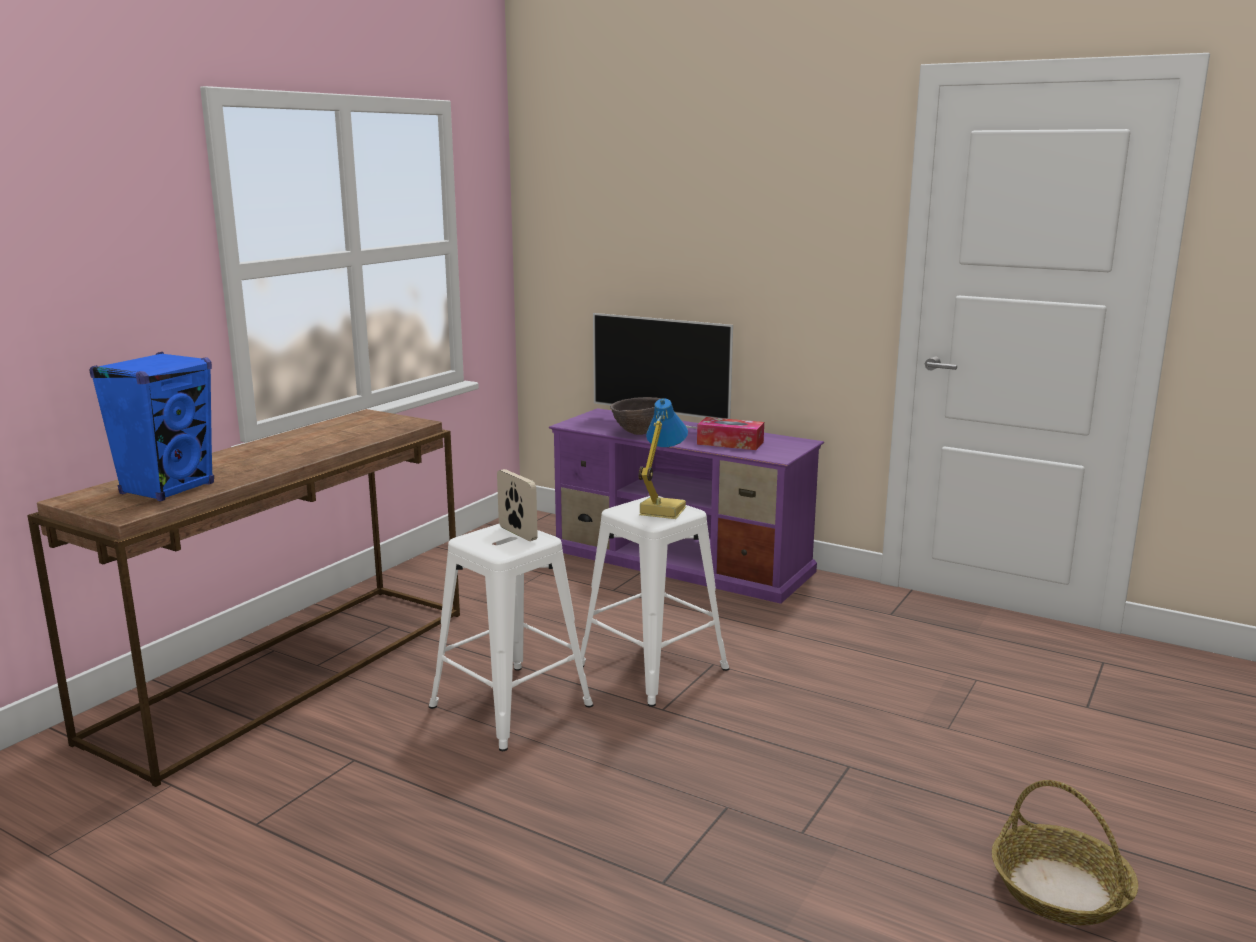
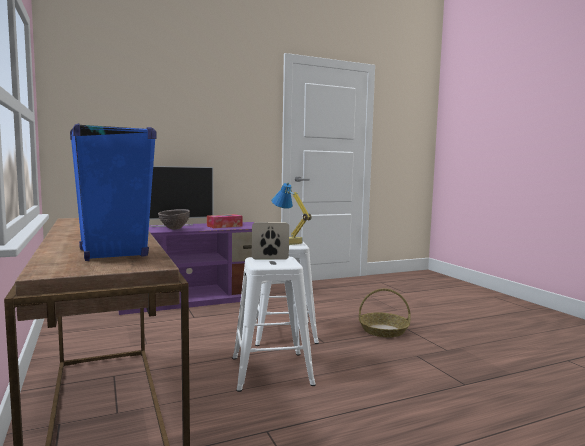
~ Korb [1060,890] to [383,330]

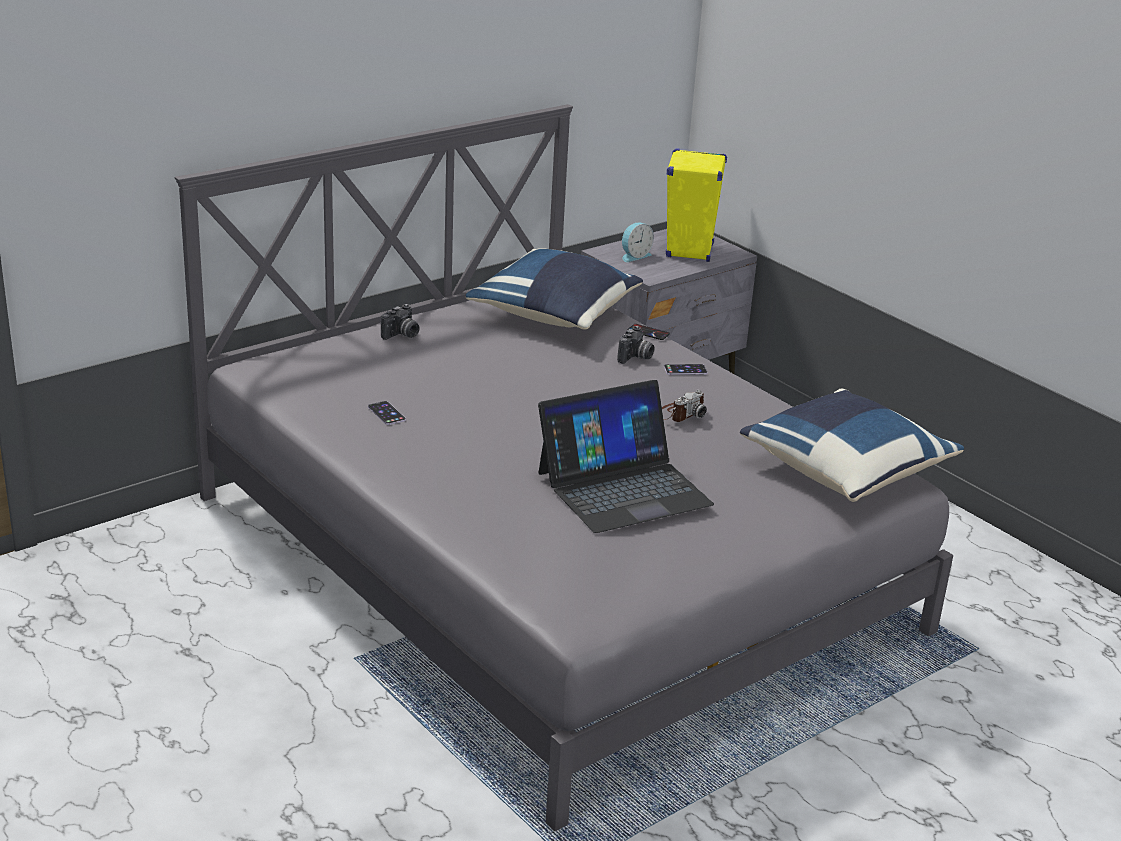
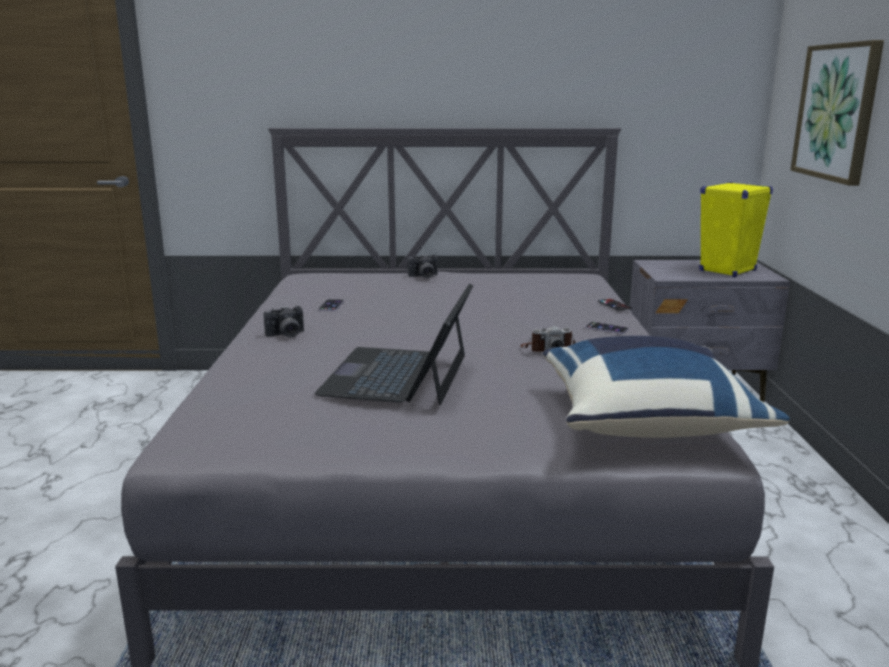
~ Kamera [636,358] to [286,335]
~ Laptop [623,488] = [398,374] 90 degrees clockwise
+ Bild [837,112]
- Kissen (blau) [555,315]
- Wecker [634,256]

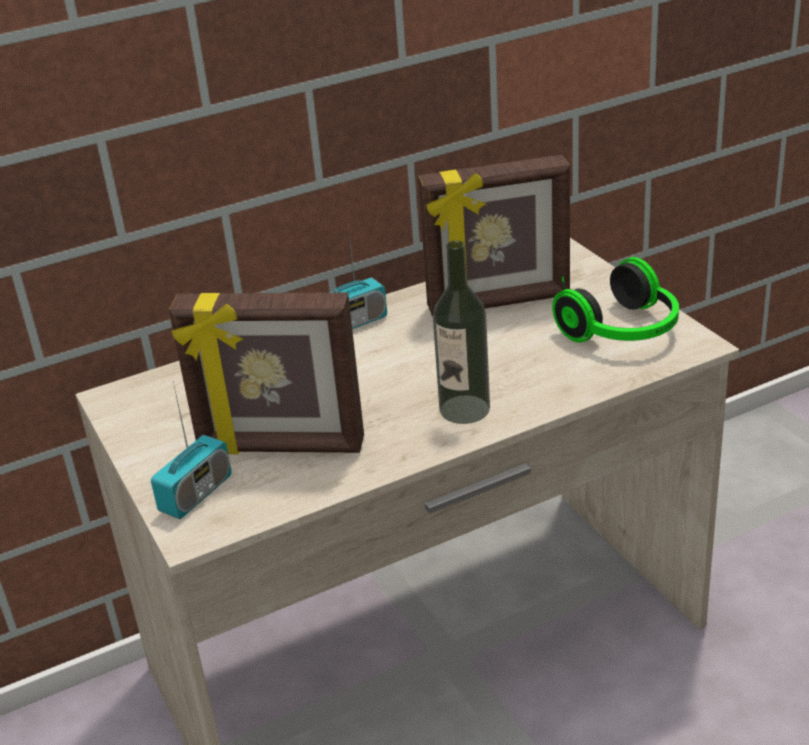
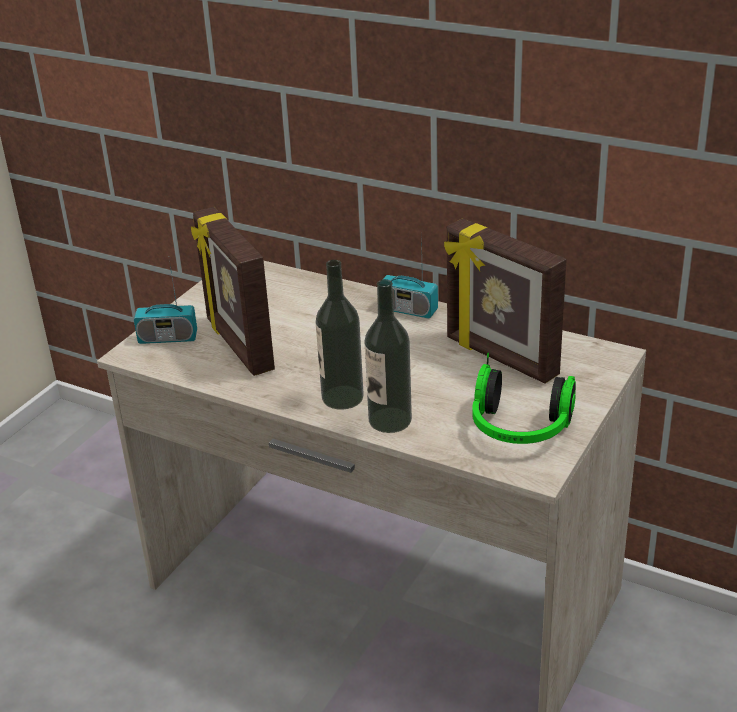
+ Flasche [390,420]

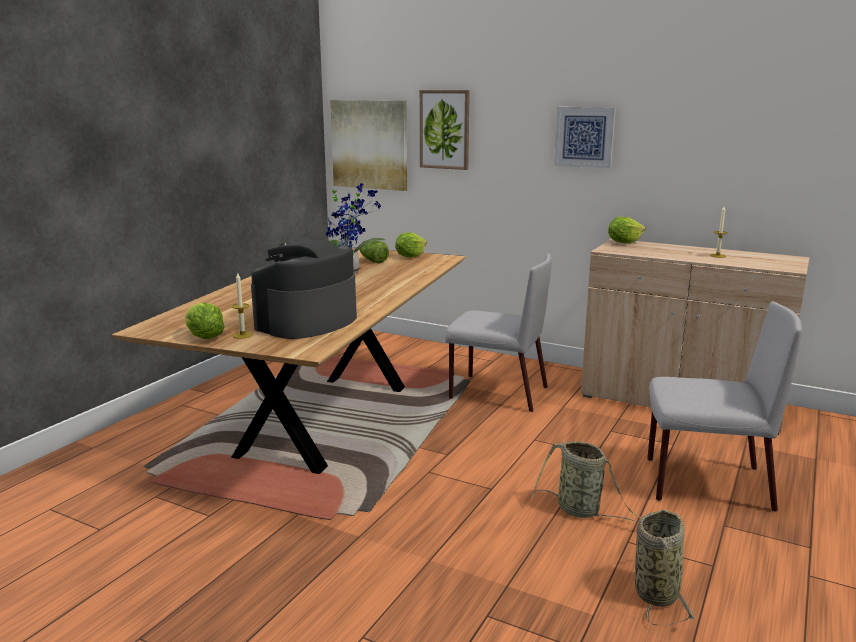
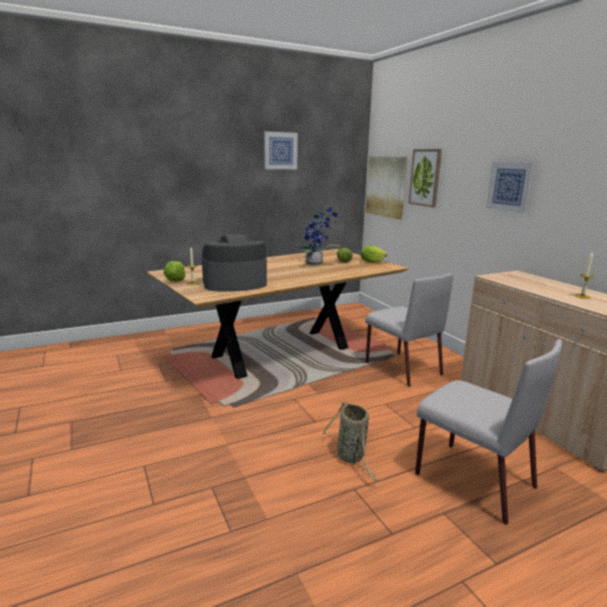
+ Bild [280,150]
- Salatkopf [624,242]
- Korb [656,591]

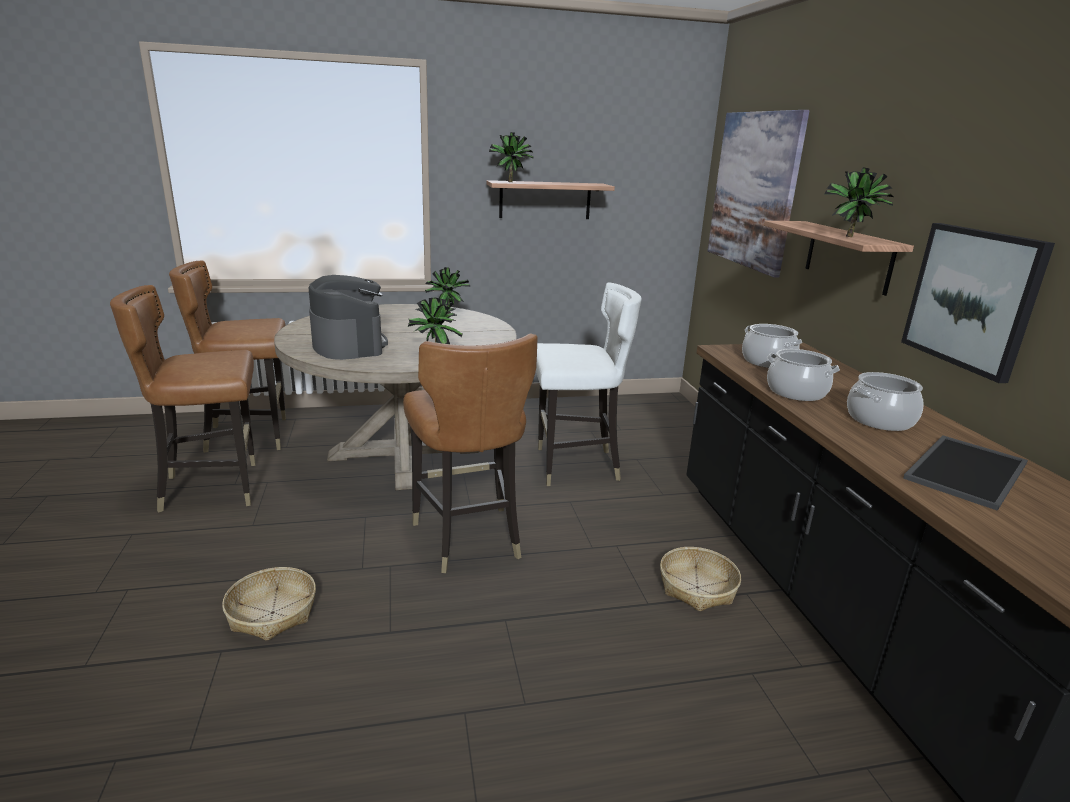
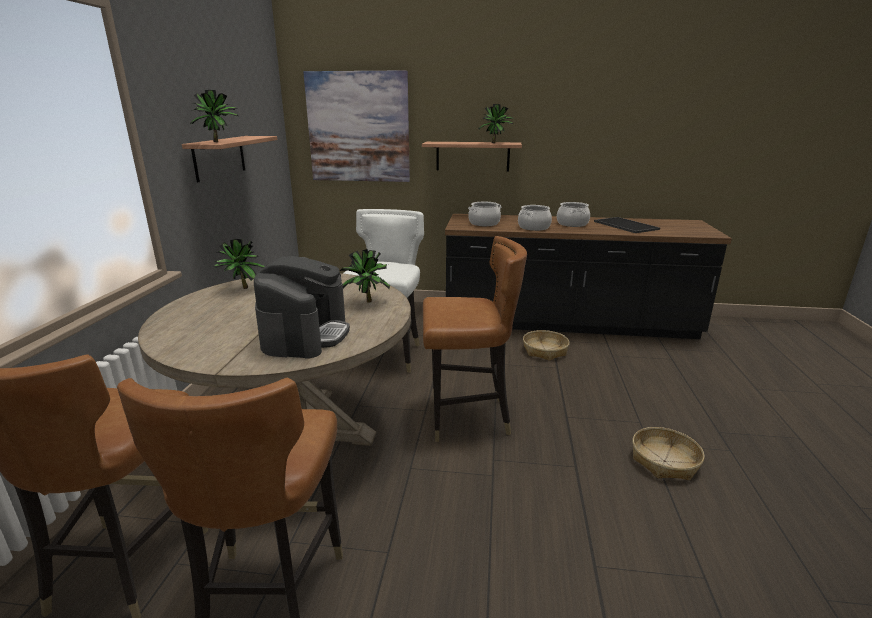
~ Kaffeemaschine [348,345] = [306,335] 105 degrees clockwise
~ Korb [272,613] to [664,461]
- Bild [972,298]

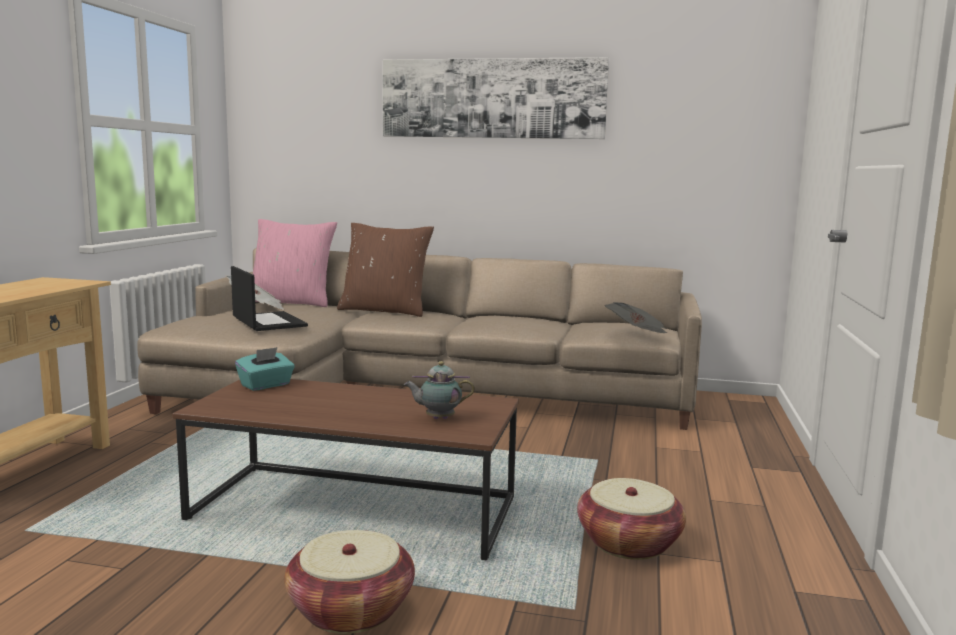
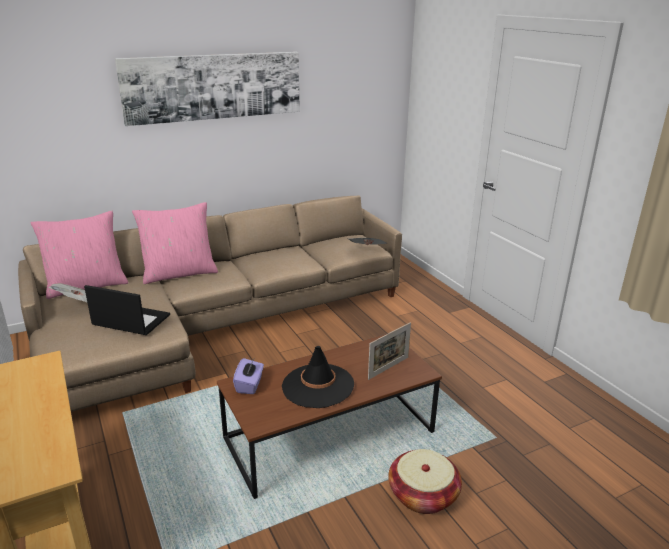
~ Kissen (braun) [385,310] to Kissen (rosa) [179,273]
~ Taschentuchbox (türkis) [266,385] to Taschentuchbox (lila) [249,385]
+ Hut (schwarz) [317,386]
~ Teekanne [438,418] to Bilderrahmen [388,368]
- Korb [629,543]

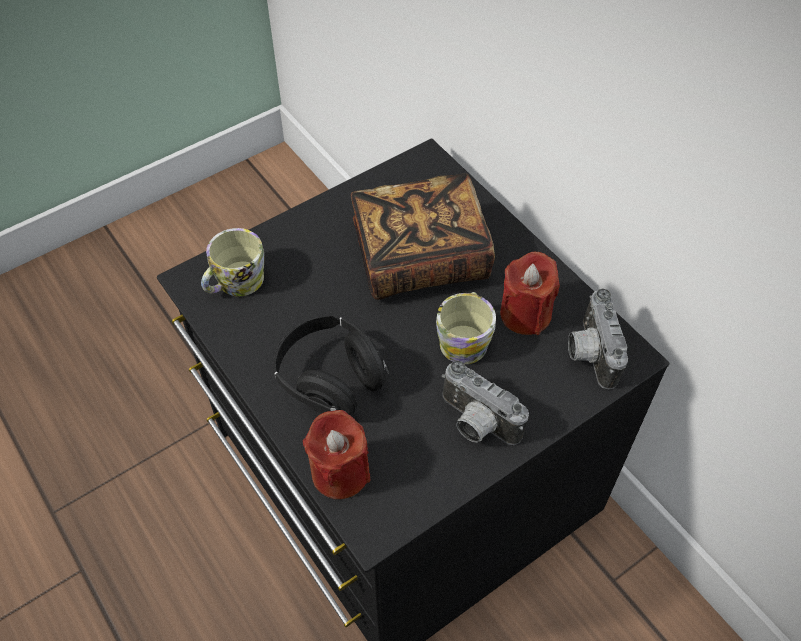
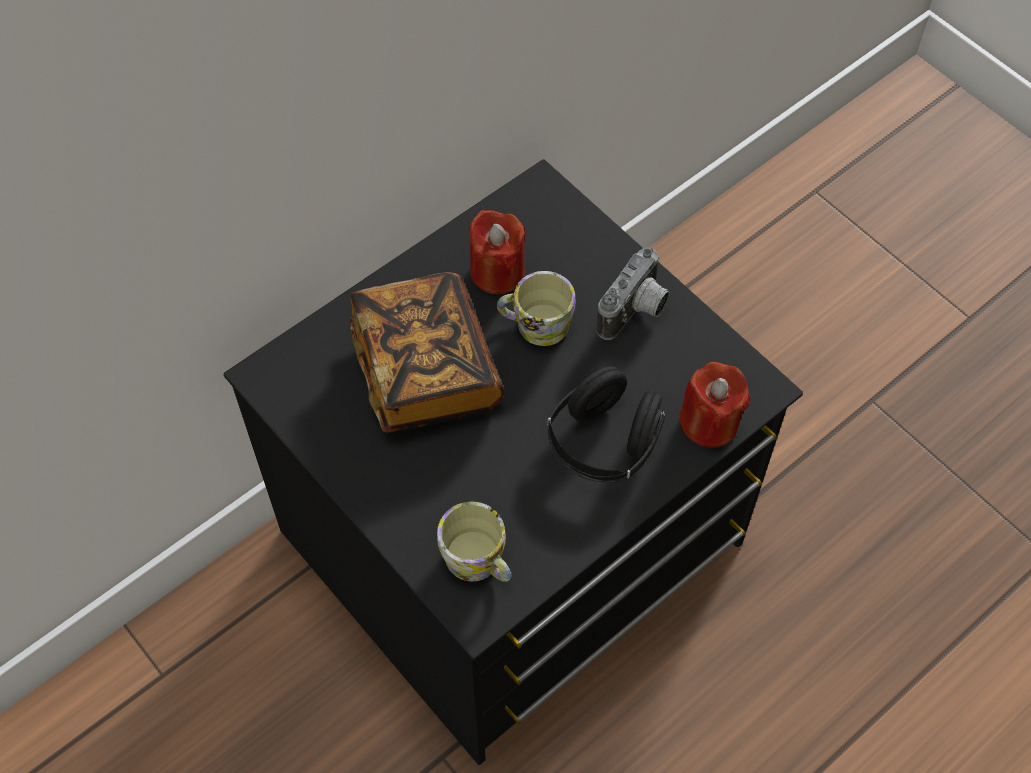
- Kamera [589,353]

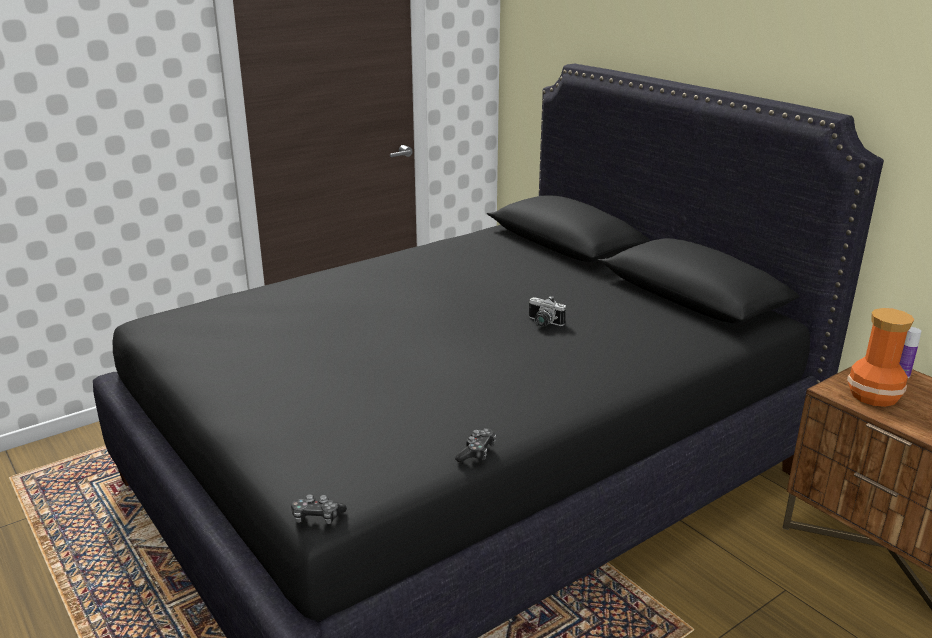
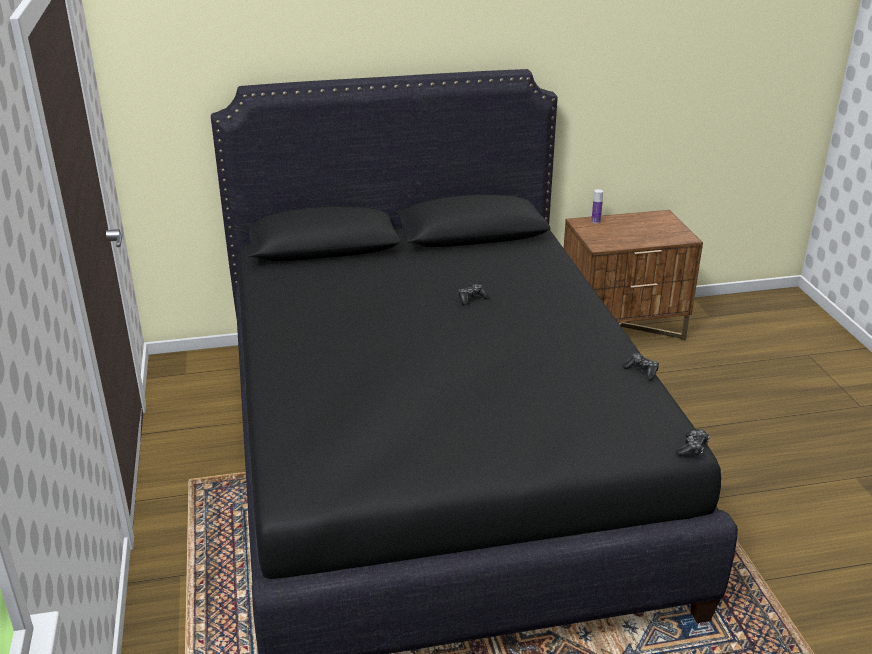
~ Kamera [543,323] to Gamepad [472,298]
- Vase [873,395]

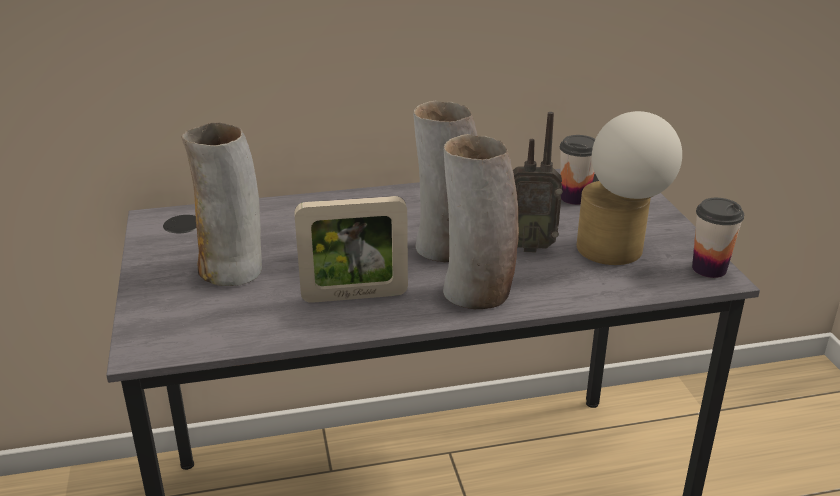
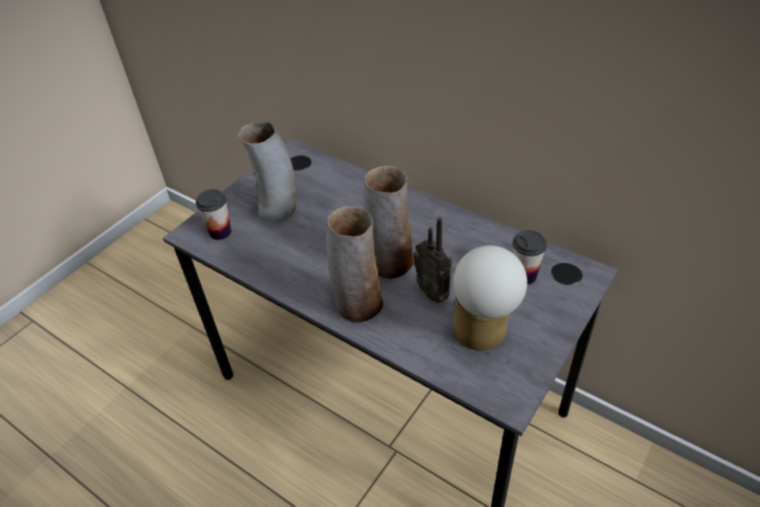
~ Tasse [709,269] to [220,232]
- Bilderrahmen [354,296]

